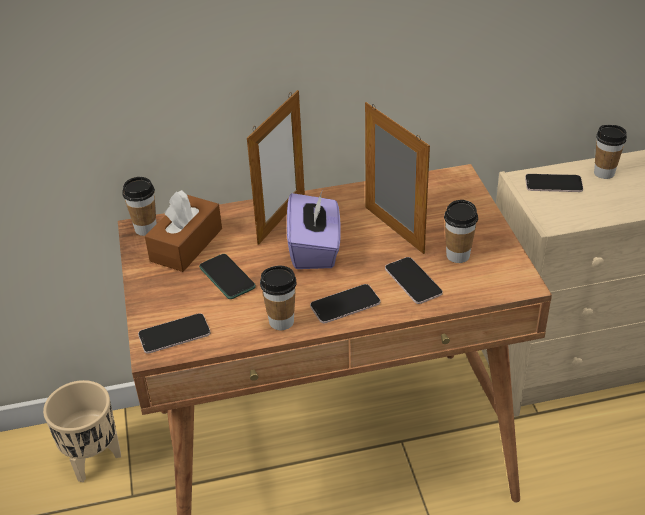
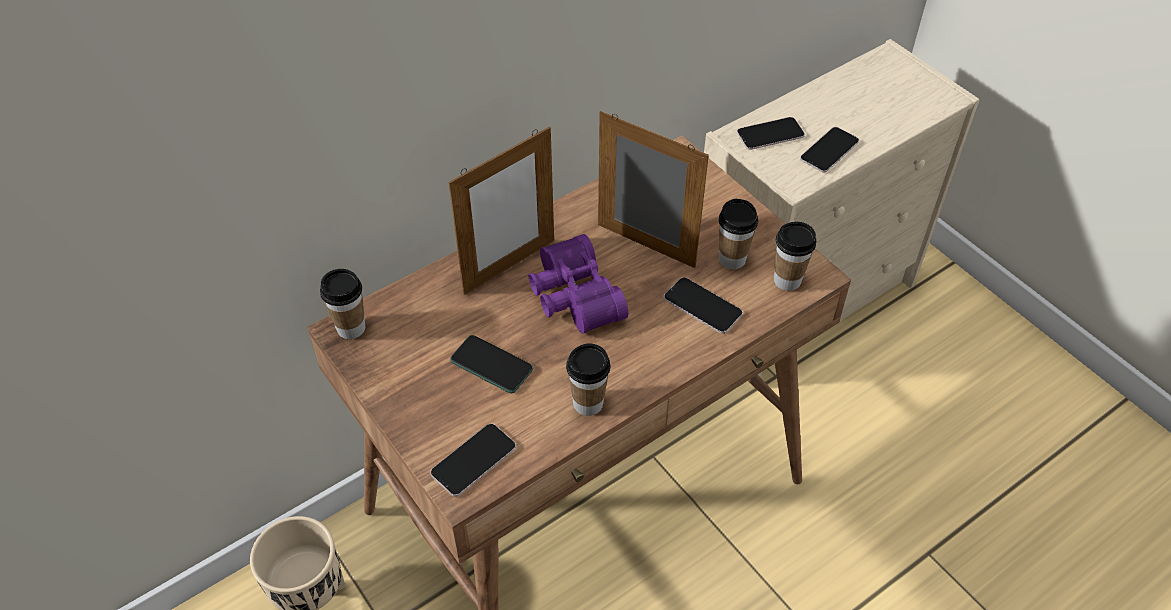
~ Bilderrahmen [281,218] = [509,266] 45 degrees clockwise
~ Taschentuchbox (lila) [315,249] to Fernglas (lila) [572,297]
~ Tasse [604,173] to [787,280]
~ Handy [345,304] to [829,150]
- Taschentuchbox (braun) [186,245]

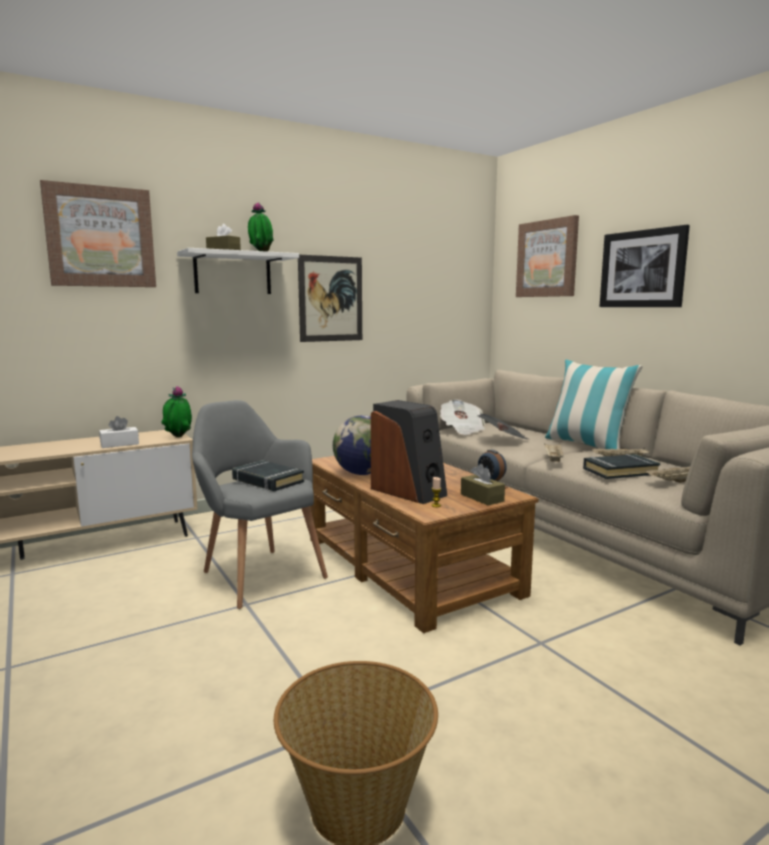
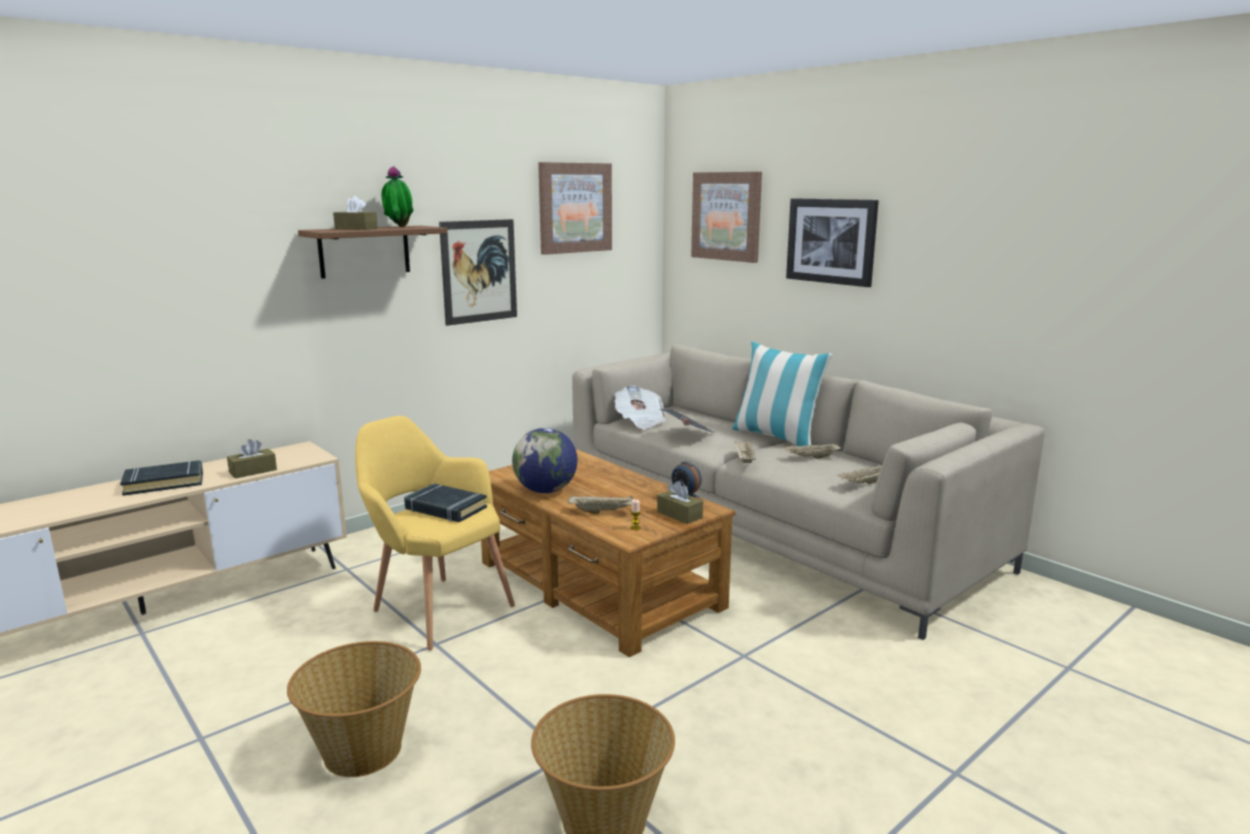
~ Buch (schwarz) [620,471] to [164,483]
~ Taschentuchbox (weiß) [119,444] to Taschentuchbox (braun) [253,471]
+ Korb [363,752]
~ Wandregal (weiß) [233,274] to Wandregal (braun) [364,251]
~ Sessel (grau) [257,573] to Sessel (gelb) [435,607]
~ Bild [100,237] to [574,208]
~ Lautsprecher [409,491] to Tablett (beige) [602,512]
- Topfpflanze [178,438]

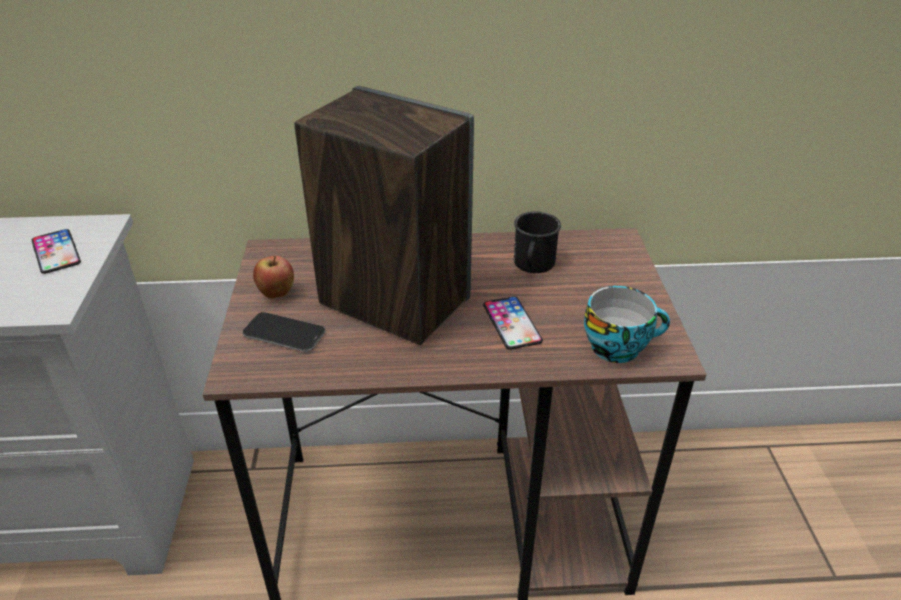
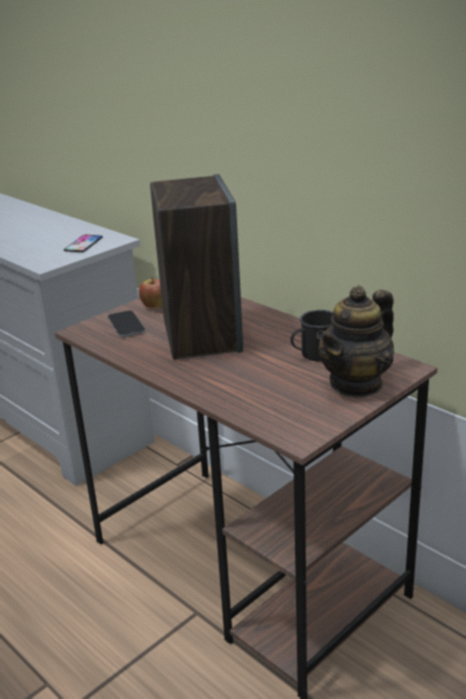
+ Teekanne [356,384]
- Handy [511,323]
- Tasse [618,346]

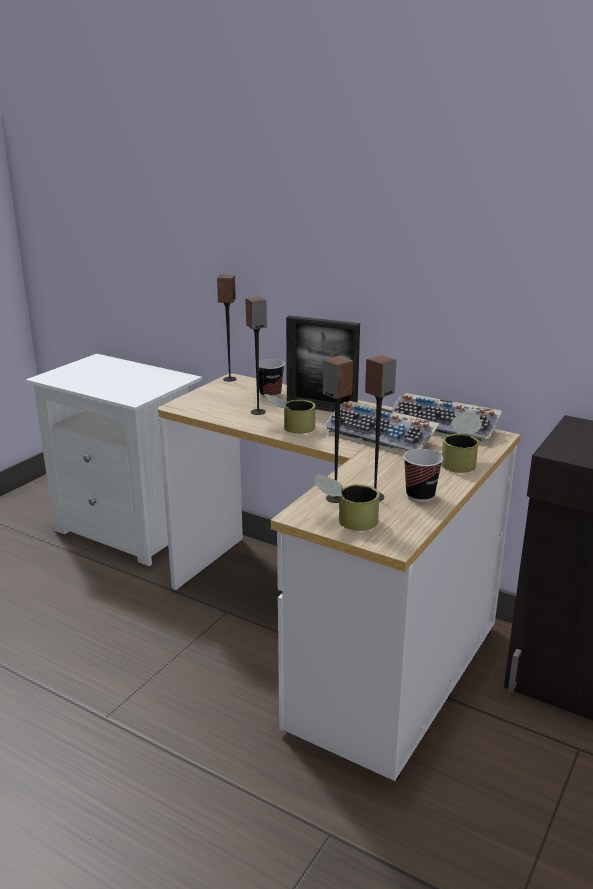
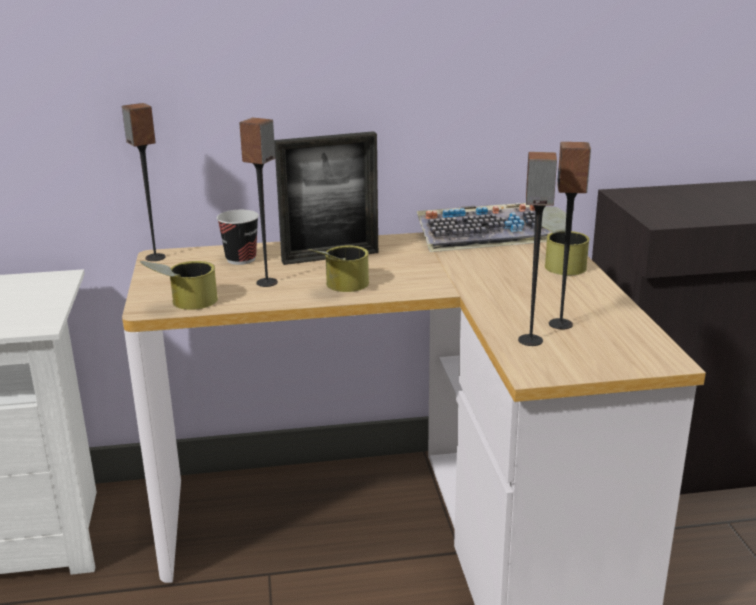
~ Dose [345,520] to [182,304]
- Tastatur [382,437]
- Tasse [420,495]

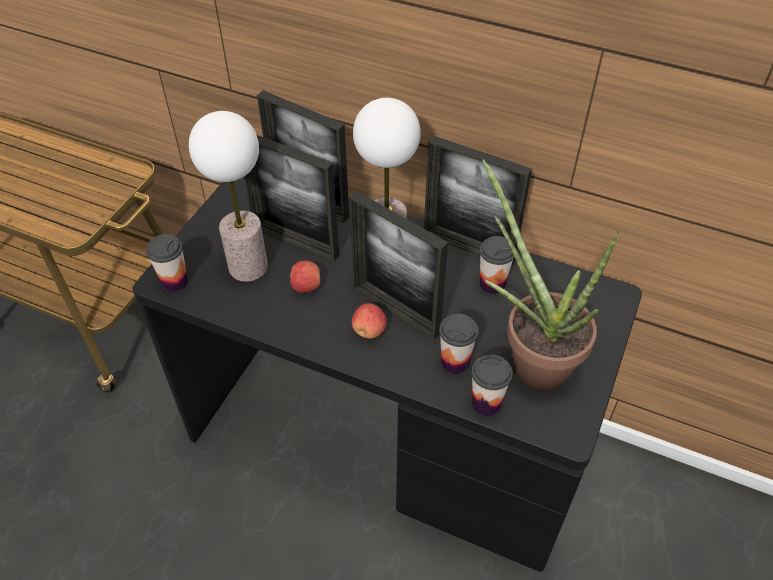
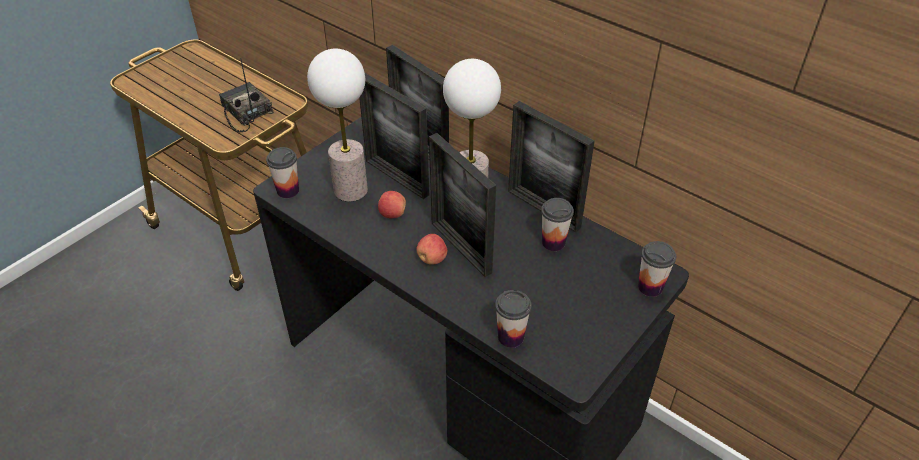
+ Radio [245,113]
~ Tasse [455,362] to [650,287]
- Topfpflanze [530,360]

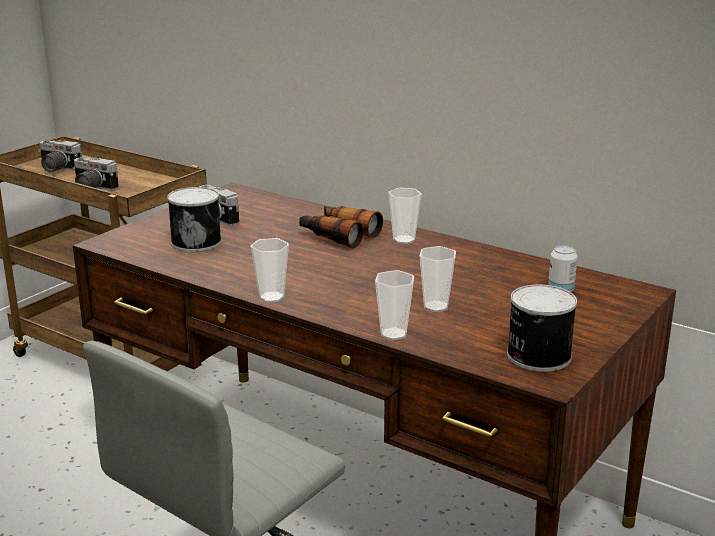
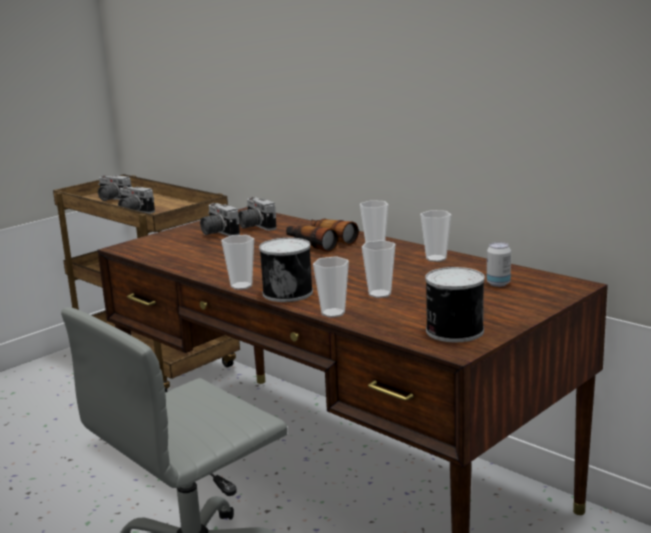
+ Kamera [254,226]
~ Dose [197,242] to [288,292]
+ Tasse [436,258]

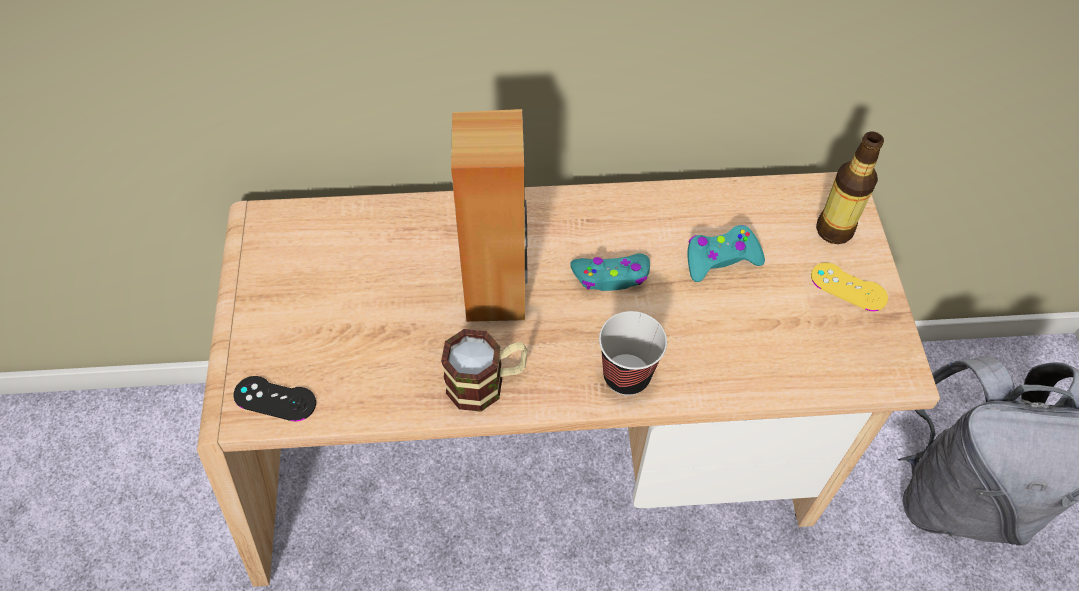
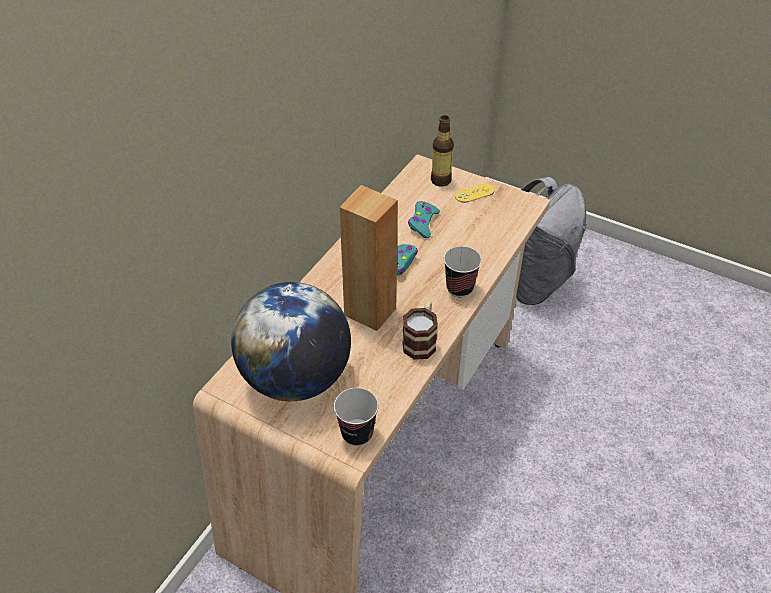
+ Globus [296,378]
~ Gamepad (schwarz) [275,399] to Tasse [357,433]

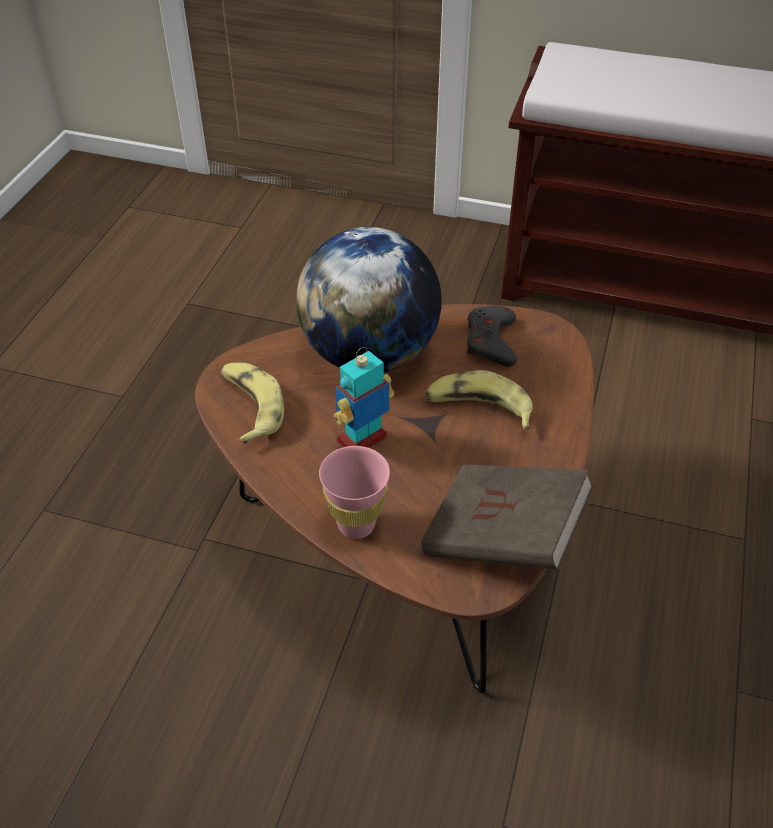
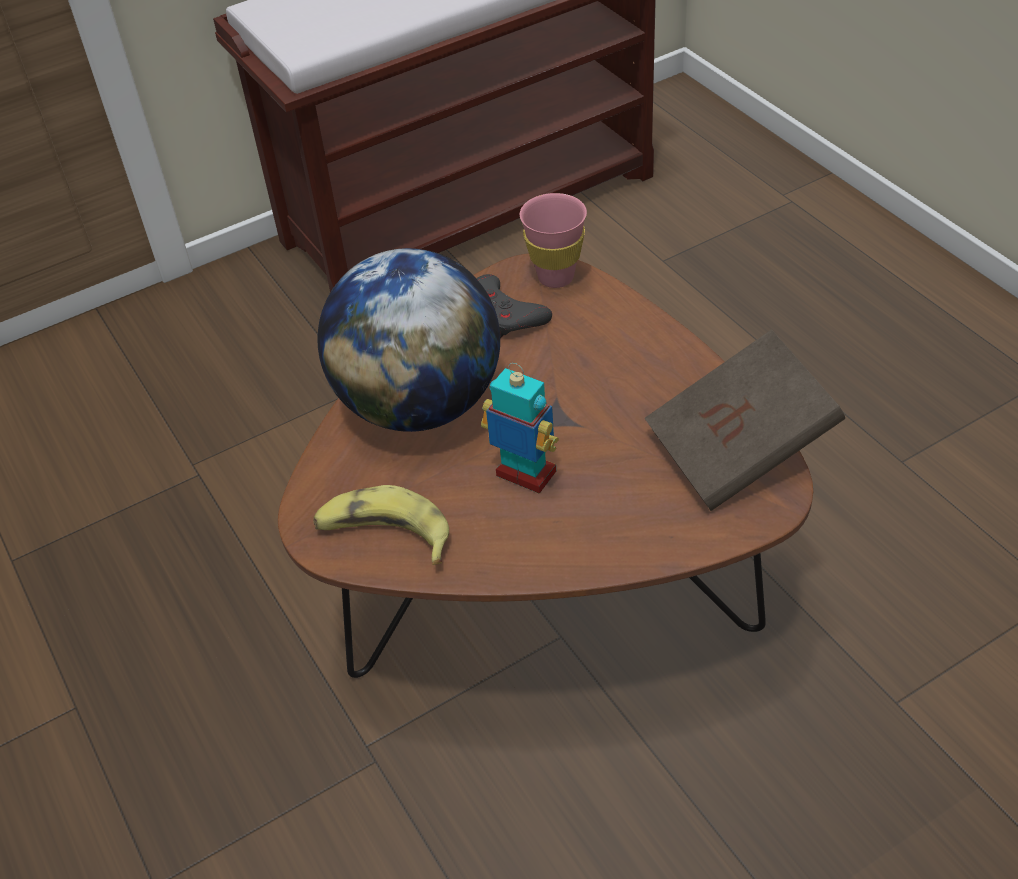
~ Spielzeugroboter [362,440] = [525,475] 120 degrees clockwise
~ Tasse (rosa) [356,525] to [556,277]
- Banane [478,408]

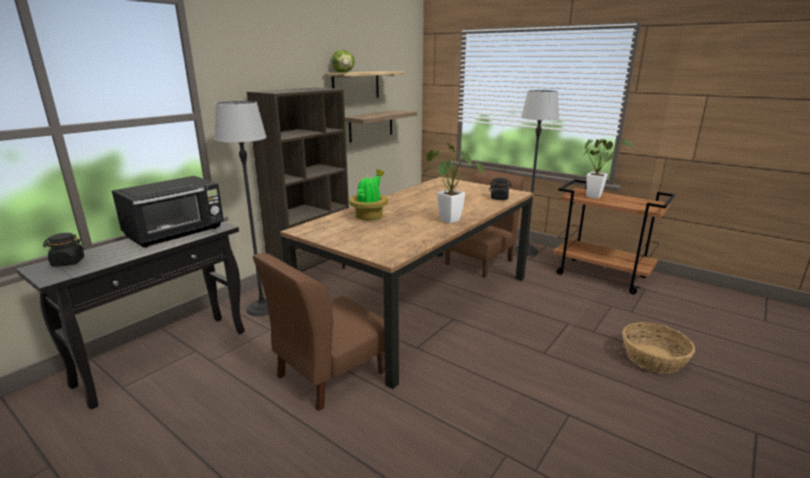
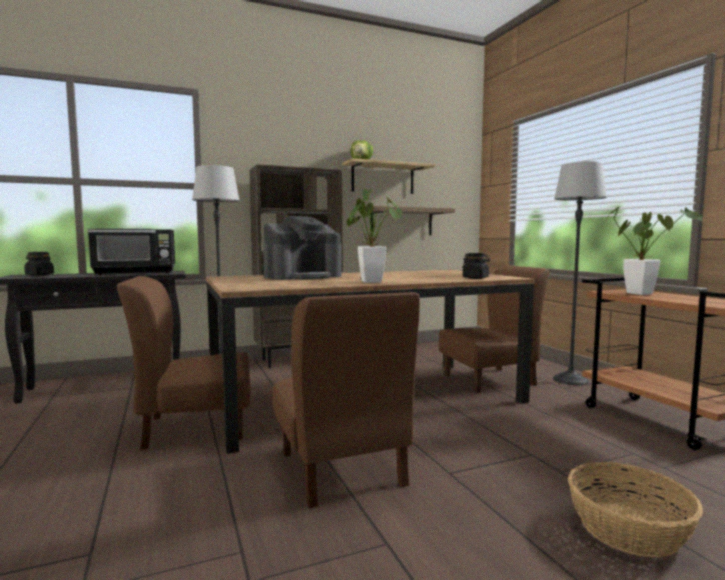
~ Topfpflanze [370,216] to Kaffeemaschine [303,276]
+ Stuhl (braun) [341,469]

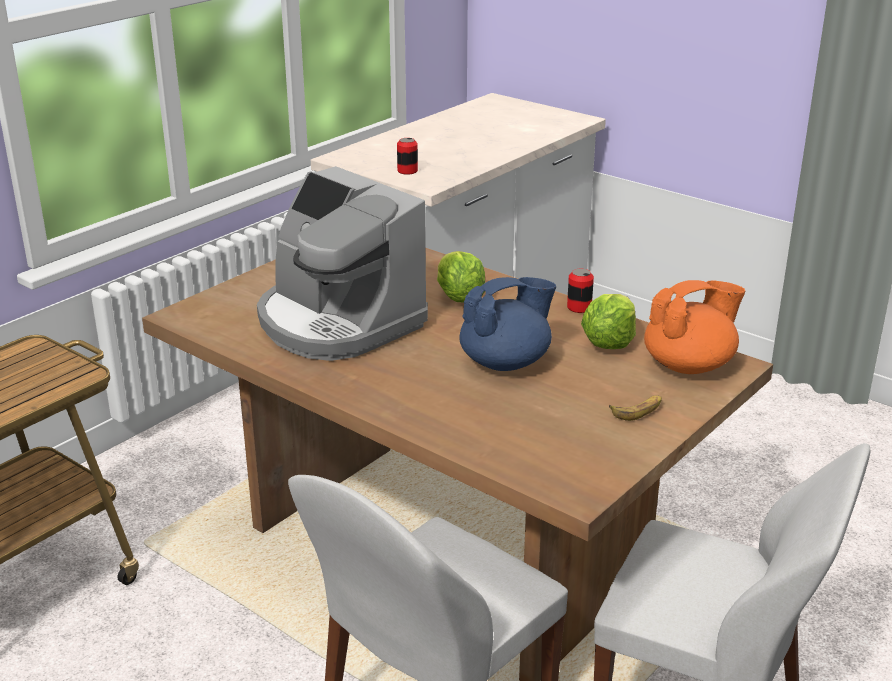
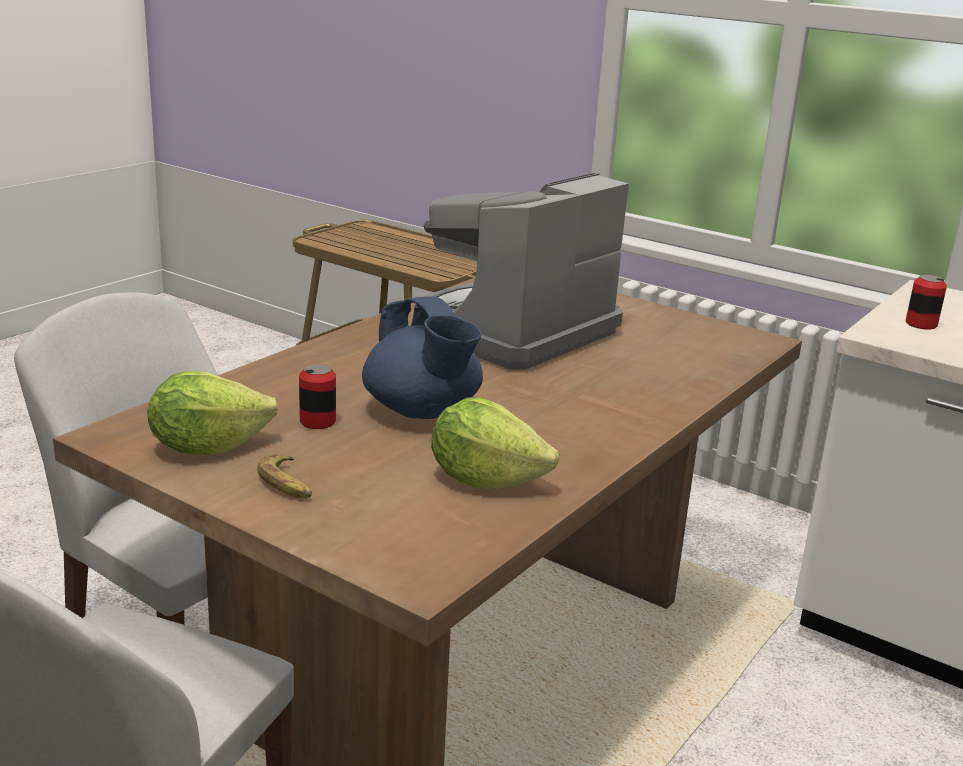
~ Salatkopf [459,297] to [207,447]
~ Dose [579,307] to [318,421]
- Teekanne (orange) [689,365]

